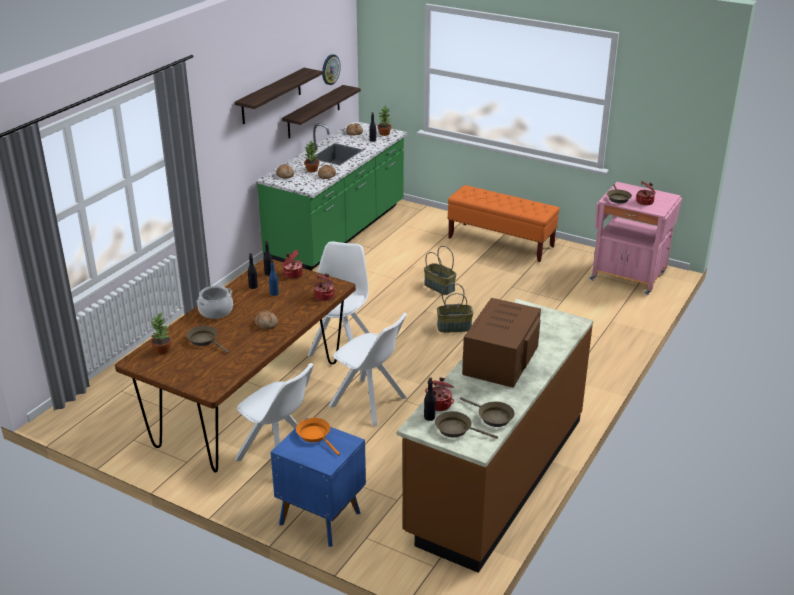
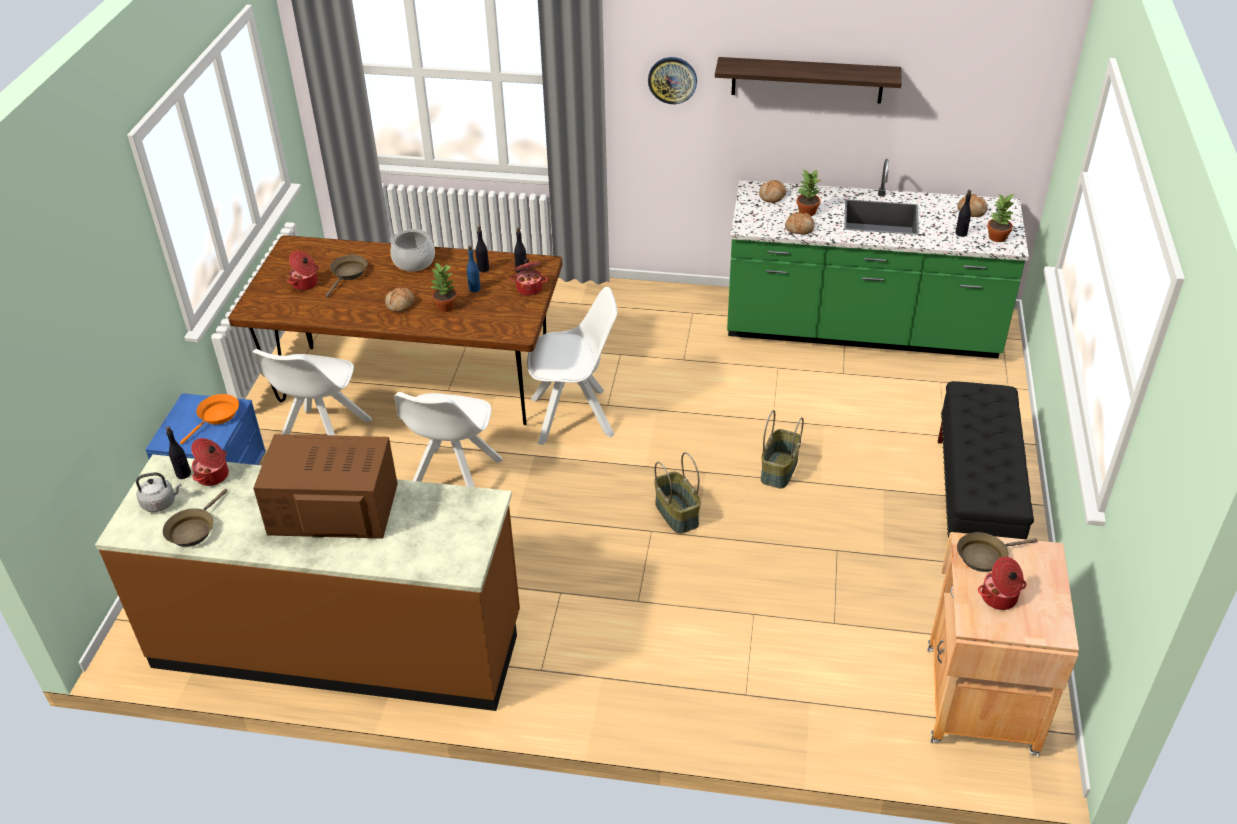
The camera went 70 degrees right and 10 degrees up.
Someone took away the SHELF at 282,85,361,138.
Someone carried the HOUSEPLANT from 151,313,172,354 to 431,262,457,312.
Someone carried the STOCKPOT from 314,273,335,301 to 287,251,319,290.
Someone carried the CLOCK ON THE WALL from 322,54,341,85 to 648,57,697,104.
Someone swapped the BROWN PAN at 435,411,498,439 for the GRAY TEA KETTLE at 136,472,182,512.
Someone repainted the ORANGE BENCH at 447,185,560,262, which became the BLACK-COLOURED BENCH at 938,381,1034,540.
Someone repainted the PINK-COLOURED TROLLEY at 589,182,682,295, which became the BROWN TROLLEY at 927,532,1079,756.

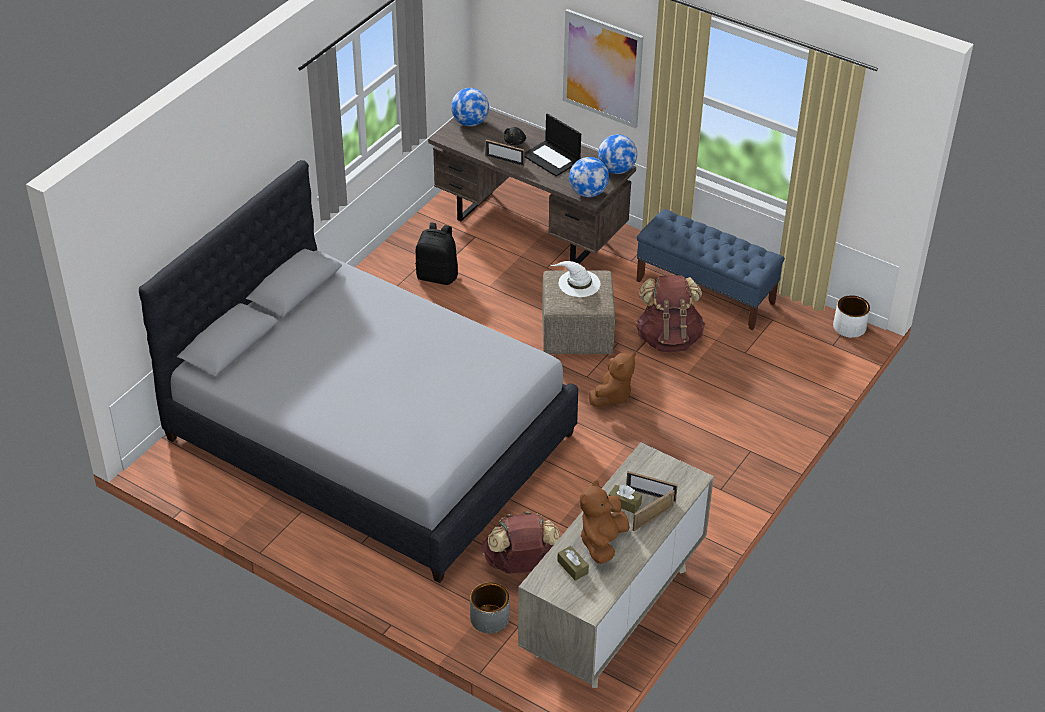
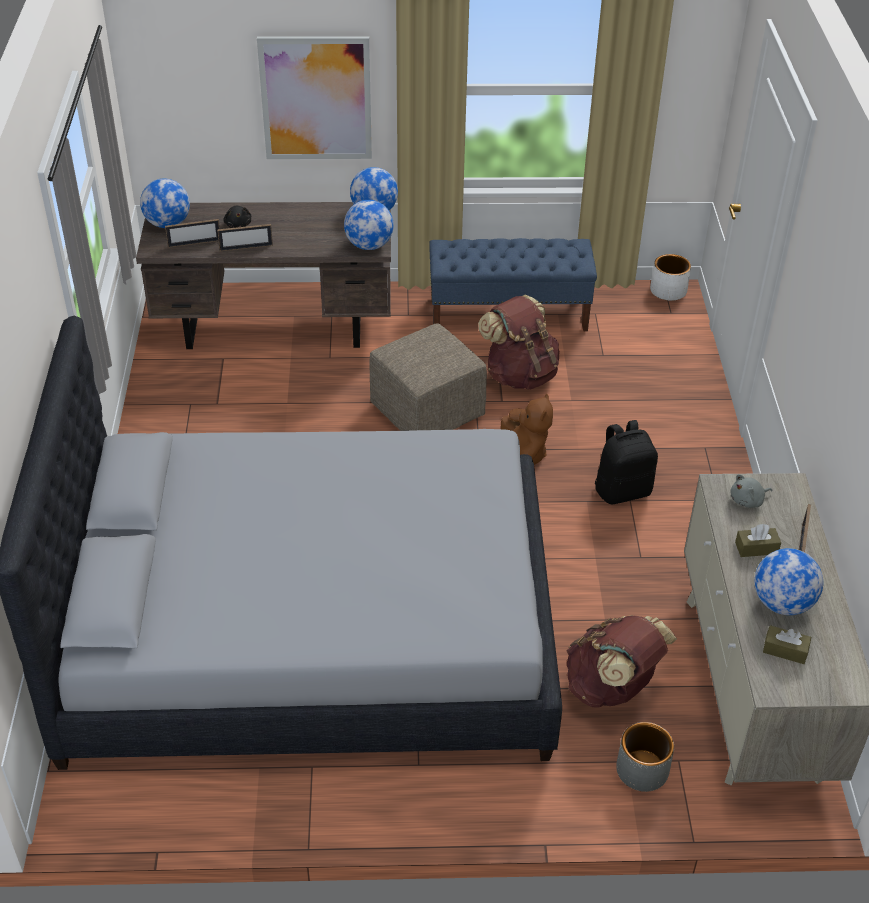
The camera went 35 degrees left and 0 degrees up.
Someone took away the LAPTOP at 524,114,581,177.
Someone took away the WHITISH WEARABLE HAT at 551,261,601,297.
Someone put down the GRAY CUDDLY TOY at 731,474,773,508.
Someone carried the BLACK-COLOURED RUCKSACK from 415,222,458,285 to 595,420,658,504.
Someone carried the STANDING FRAME from 626,471,678,502 to 165,219,220,248.
Someone swapped the BROWN CUDDLY TOY at 580,480,630,564 for the WORLD GLOBE at 755,548,823,615.

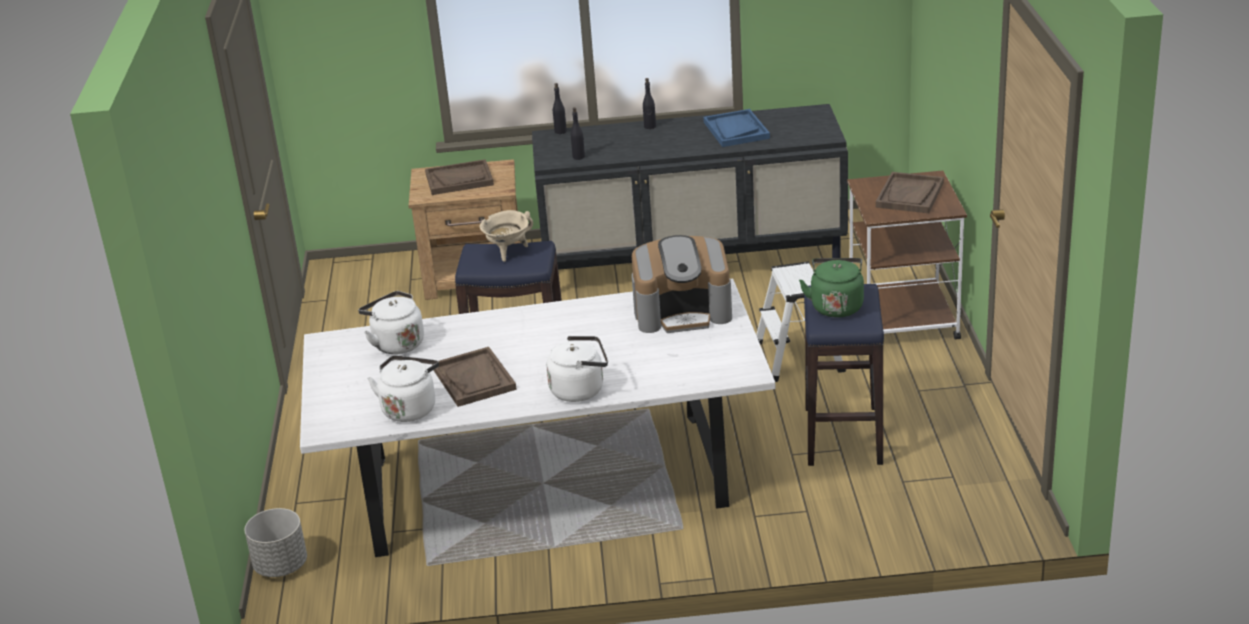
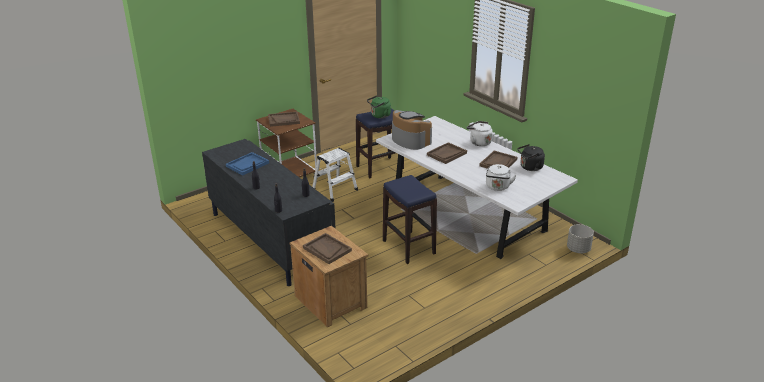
The camera went 125 degrees left and 0 degrees up.
Someone took away the SAND-COLOURED STOCKPOT at 480,210,533,262.
Someone put down the BROWN TRAY at 427,142,467,164.
Someone repainted the WHITISH TEA KETTLE at 367,355,439,422, which became the BLACK-COLOURED TEA KETTLE at 517,144,545,171.

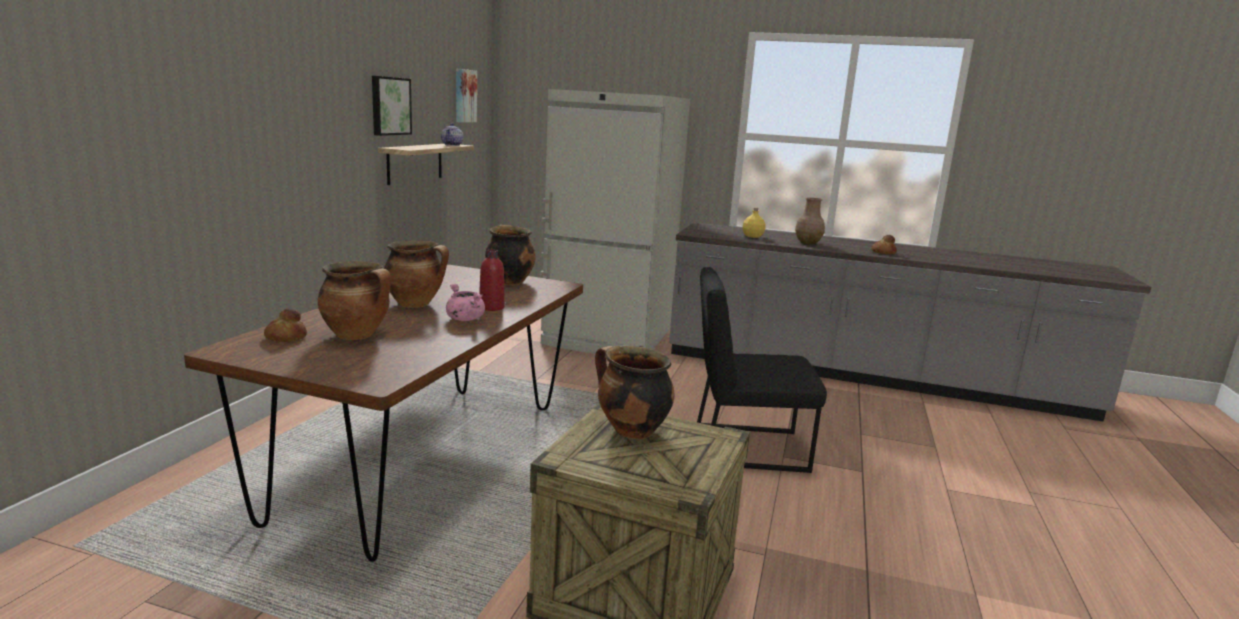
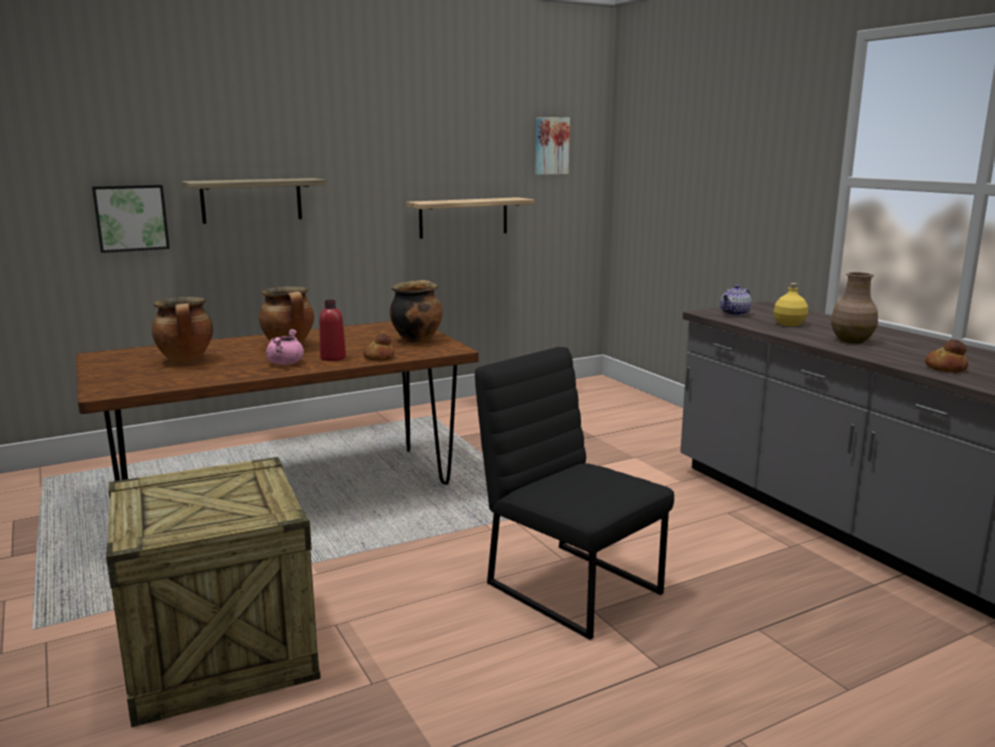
The camera went 45 degrees right and 0 degrees up.
Someone took away the WHITISH FRIDGE at 540,89,690,354.
Someone took away the STOCKPOT at 595,346,675,439.
Someone put up the SHELF at 182,178,327,224.
Someone carried the BREAD from 264,308,307,342 to 363,334,394,361.
Someone carried the WALL ART from 372,76,412,136 to 92,185,170,253.
Someone carried the TEA POT from 441,123,463,146 to 720,285,751,316.

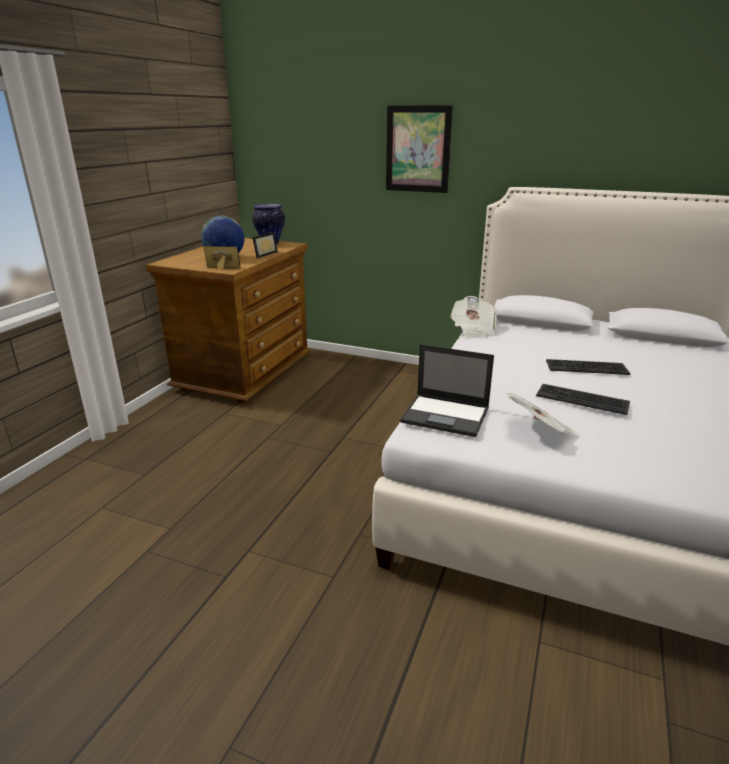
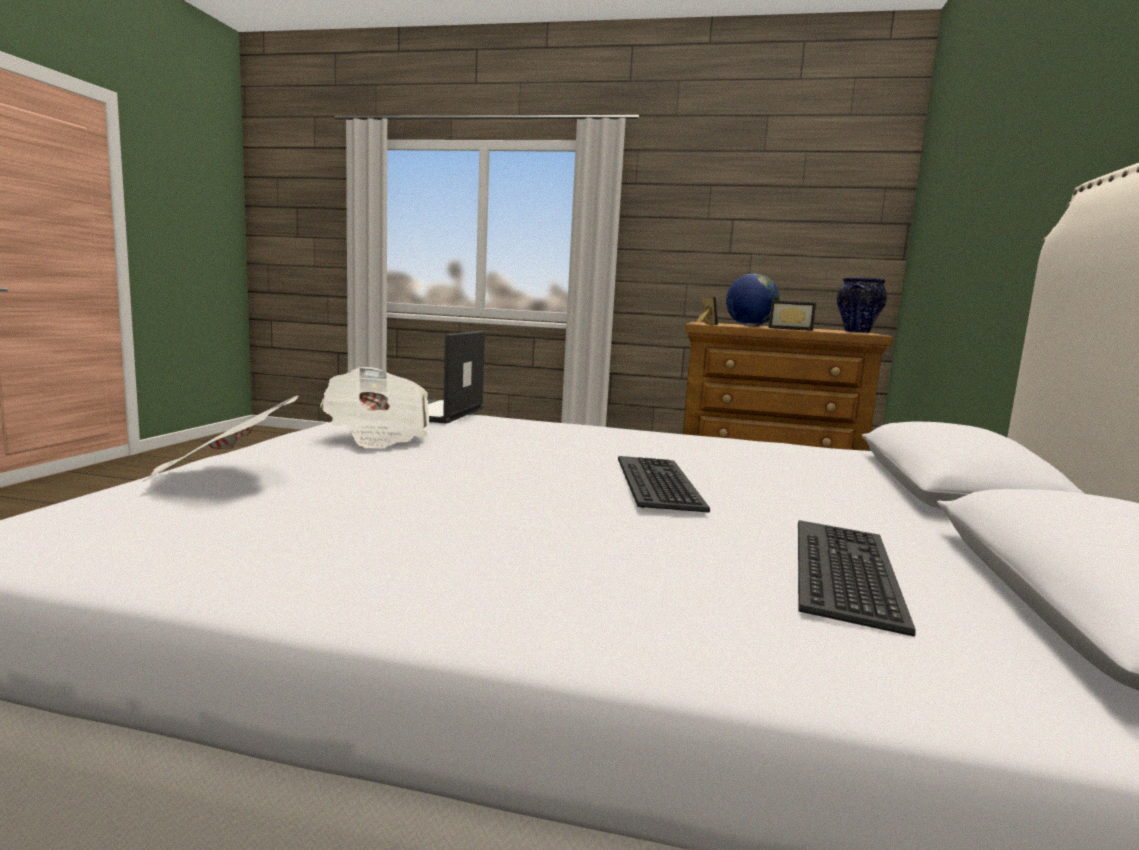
The camera went 80 degrees right and 15 degrees down.
Someone took away the WALL ART at 386,105,453,193.
Someone carried the NEWSPAPER from 450,296,497,338 to 144,396,299,481.
Someone carried the PC KEYBOARD from 536,384,630,415 to 798,520,916,637.

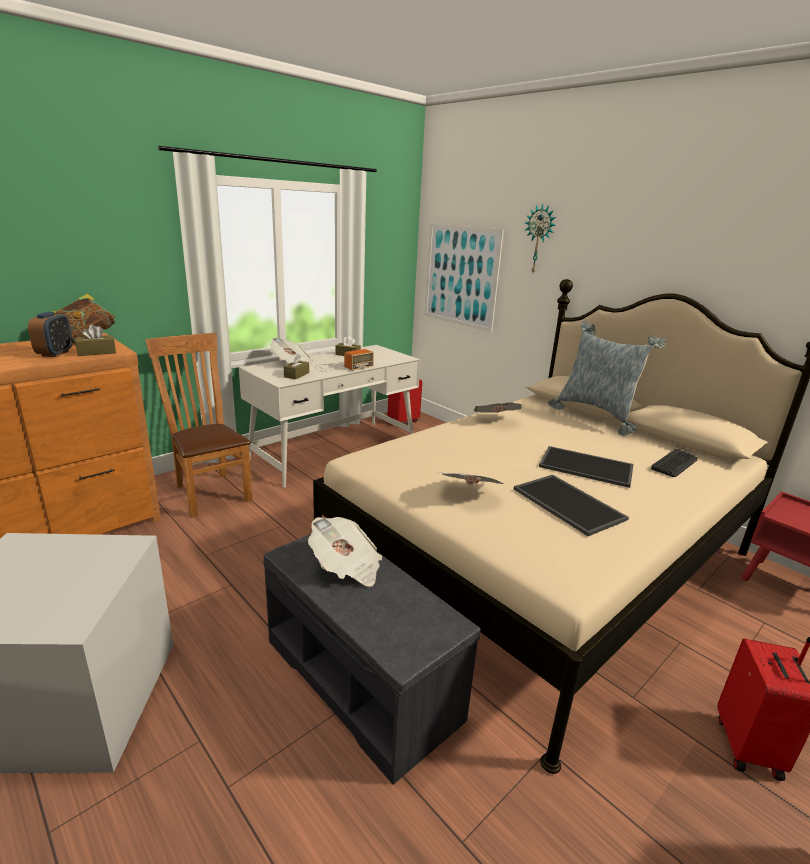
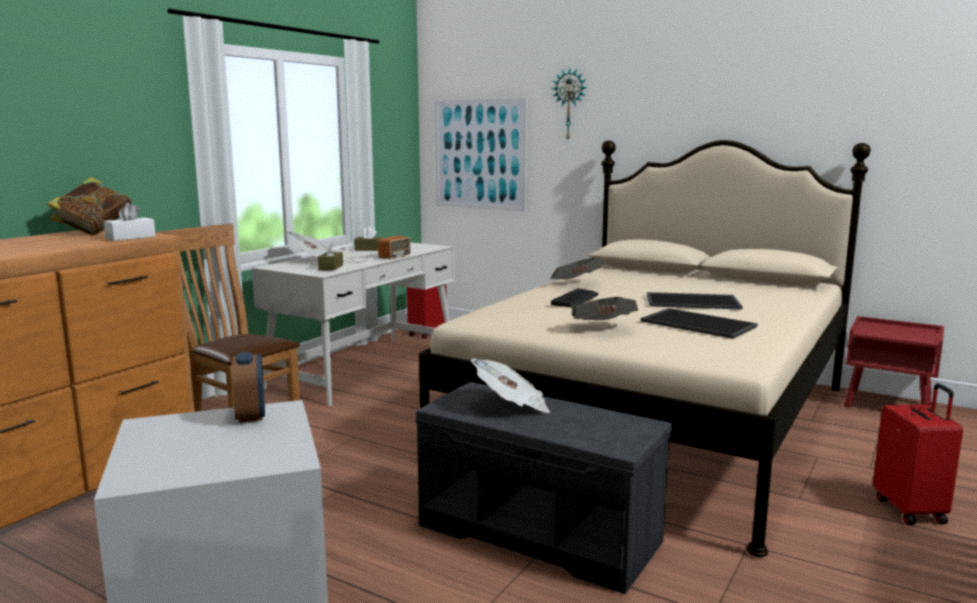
The camera went 15 degrees left and 10 degrees down.
Someone took away the PILLOW at 547,321,666,436.
Someone carried the TABLE CLOCK from 28,312,73,357 to 232,352,265,423.
Someone carried the PC KEYBOARD from 651,449,698,477 to 551,288,599,307.
Someone repainted the BROWN TISSUE BOX at 75,324,116,356, which became the WHITISH TISSUE BOX at 104,203,156,241.

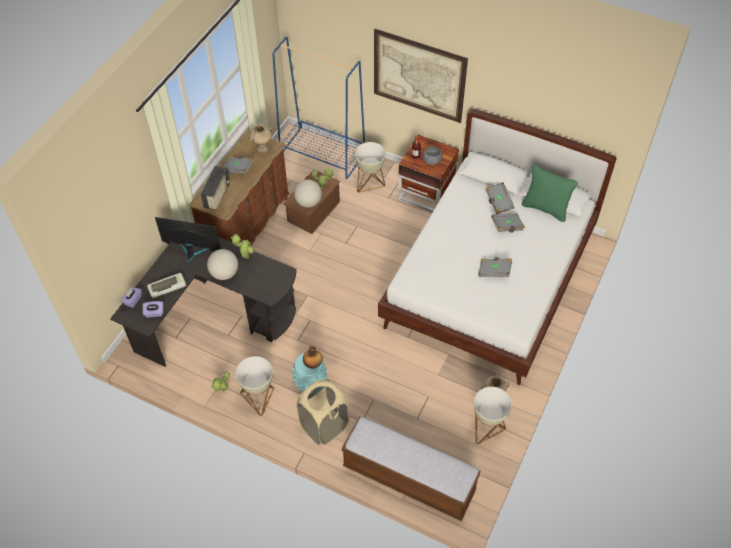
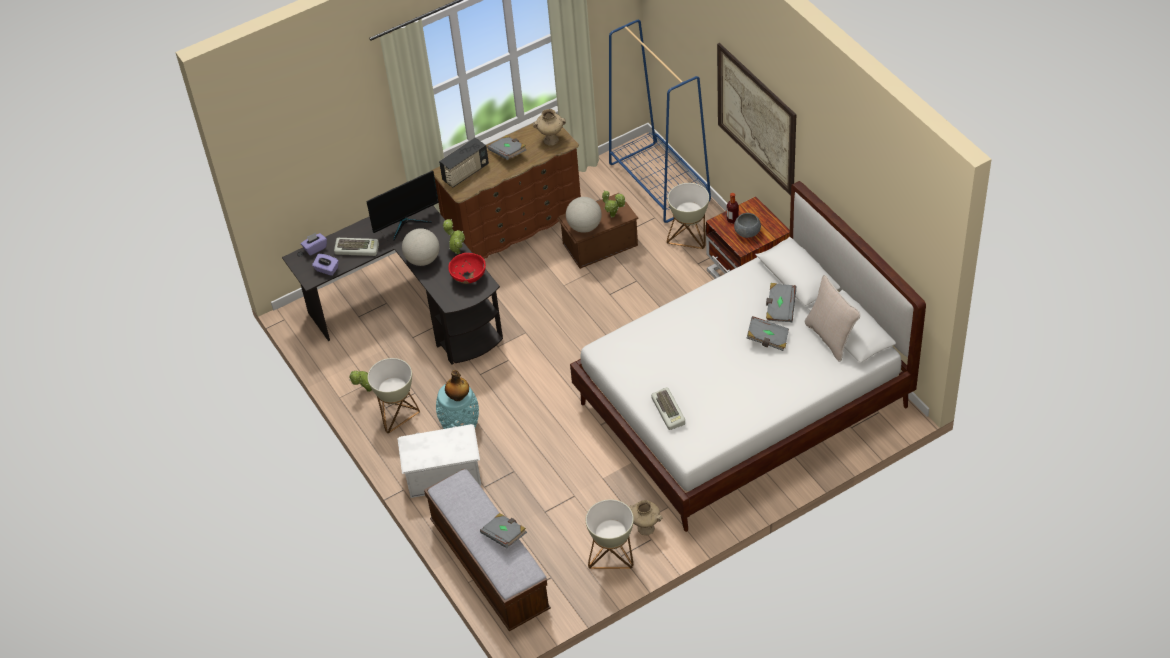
The camera went 35 degrees right and 5 degrees down.
Someone put down the RED-COLOURED DEEP DISH at 448,253,486,284.
Someone put down the PC KEYBOARD at 651,387,685,430.
Someone carried the GRAY BOUND BOOK from 478,257,512,277 to 480,513,527,548.
Someone swapped the SAND-COLOURED LAUNDRY BASKET at 296,380,349,445 for the WHITISH STORAGE BIN at 397,424,482,498.
Someone repainted the GREEN PILLOW at 522,165,578,222, which became the SAND-COLOURED PILLOW at 805,275,860,362.
Someone rotated the COMPUTER SCREEN at 155,217,221,263 by 105 degrees clockwise.

